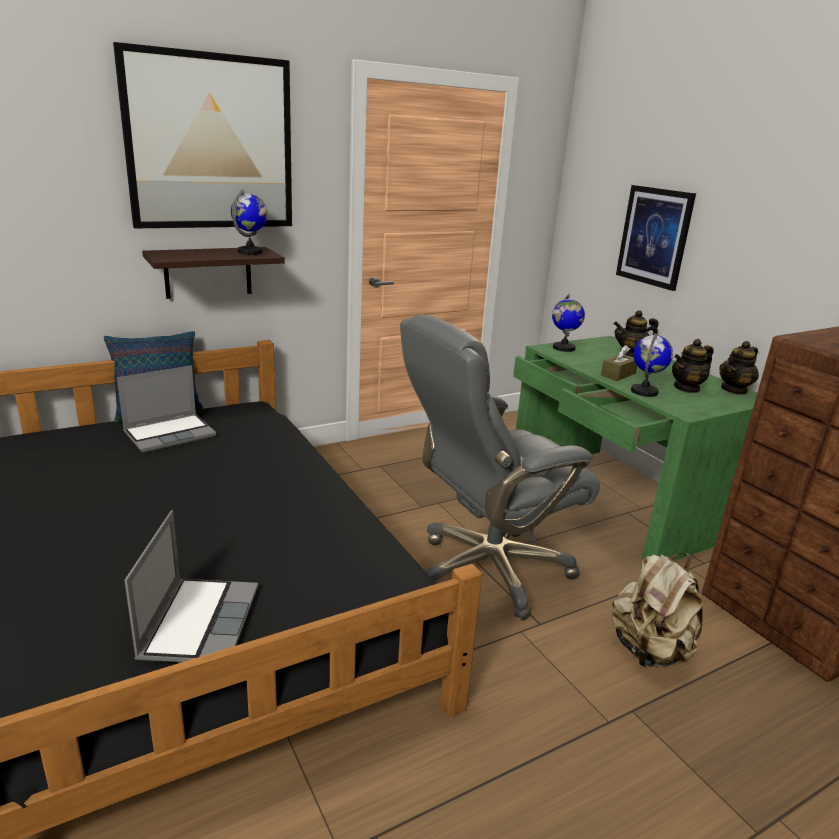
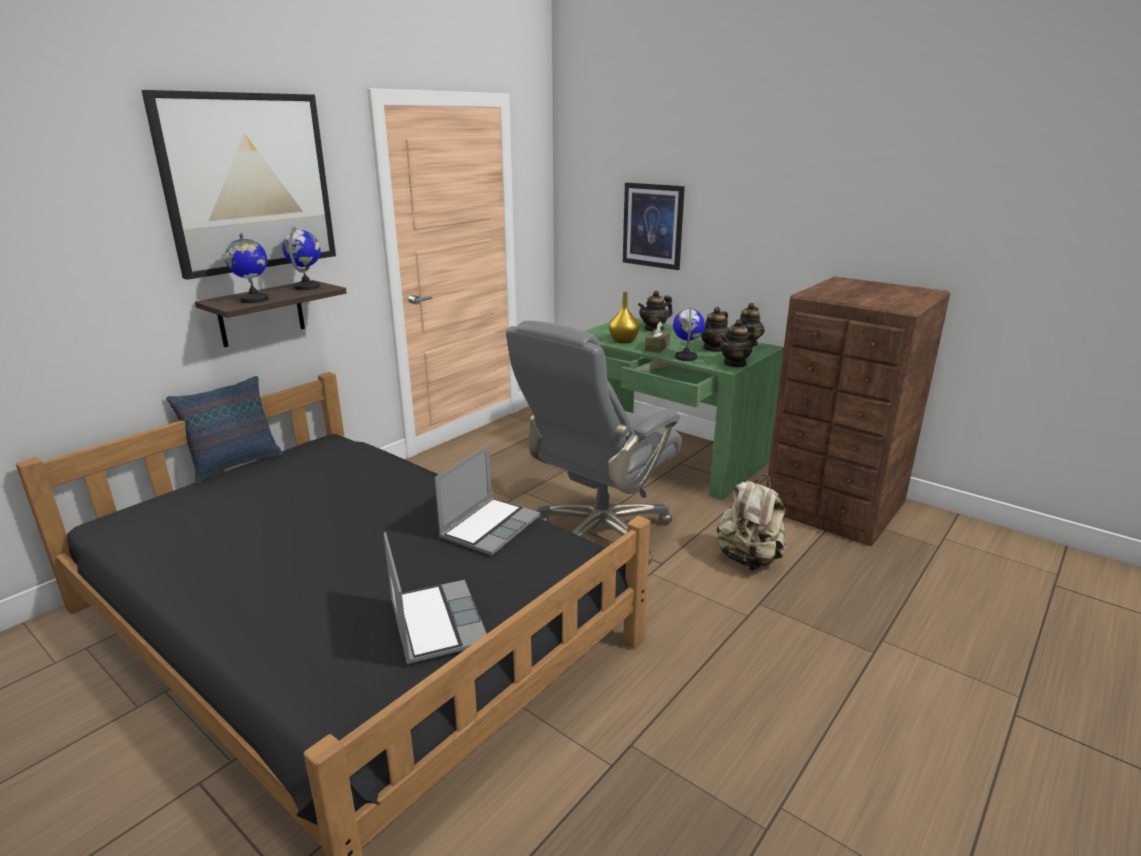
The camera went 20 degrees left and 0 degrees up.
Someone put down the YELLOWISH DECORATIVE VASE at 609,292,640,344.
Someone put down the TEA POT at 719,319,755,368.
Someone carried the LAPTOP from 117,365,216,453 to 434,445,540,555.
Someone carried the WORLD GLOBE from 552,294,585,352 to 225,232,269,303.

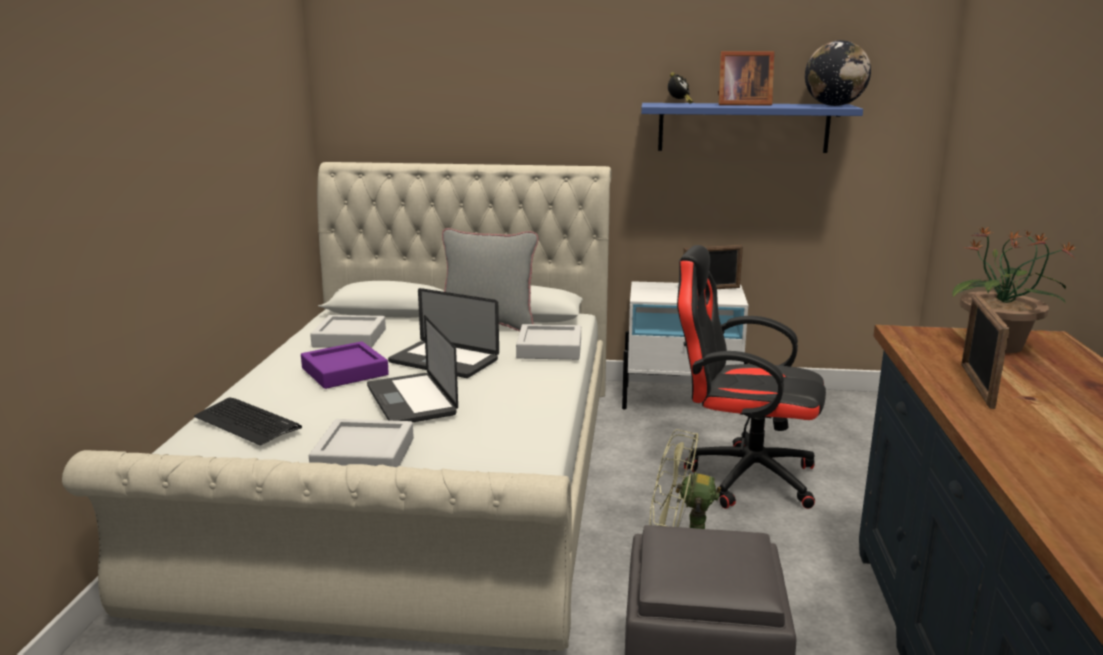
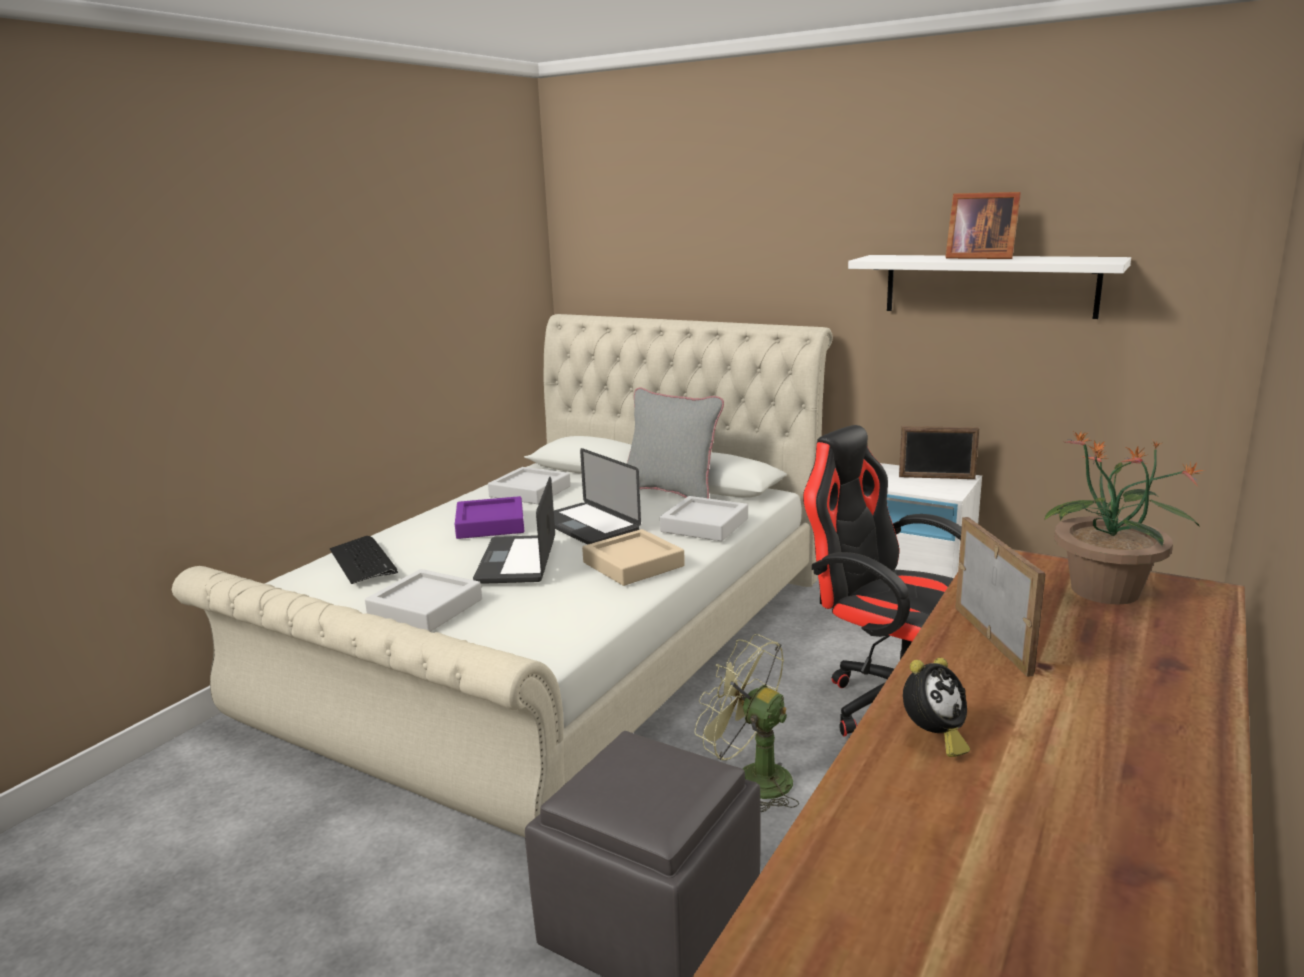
The camera went 25 degrees right and 0 degrees up.
Someone took away the WORLD GLOBE at 805,40,871,106.
Someone put down the SAND-COLOURED TRAY at 582,529,685,586.
Someone carried the TABLE CLOCK from 668,72,693,104 to 903,658,970,757.
Someone repainted the BLUE-COLOURED SHELF at 641,103,863,153, which became the WHITISH SHELF at 848,255,1131,319.
Someone rotated the STANDING FRAME at 961,294,1010,409 by 135 degrees clockwise.

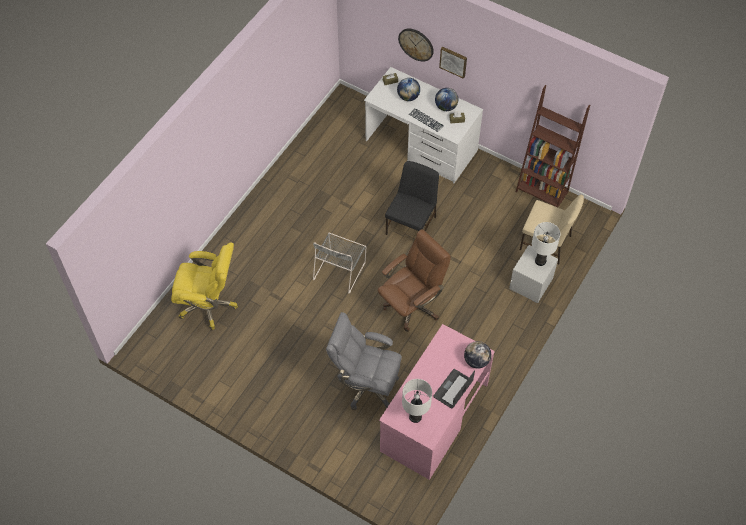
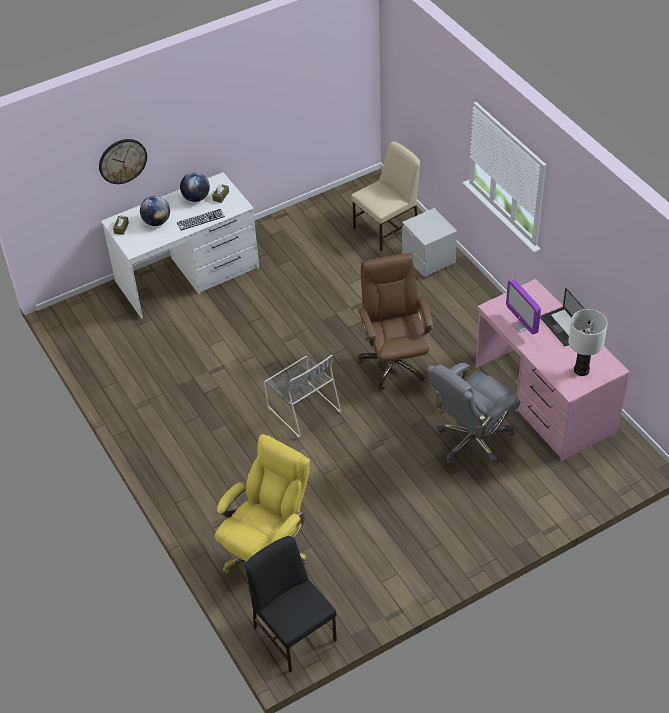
The camera went 60 degrees left and 10 degrees down.
Someone took away the WALL ART at 439,47,467,79.
Someone took away the WORLD GLOBE at 464,341,491,369.
Someone took away the BROWN BOOKCASE at 516,85,590,207.
Someone took away the WHITISH TABLETOP LAMP at 532,222,560,266.
Someone put down the COMPUTER SCREEN at 506,279,541,334.
Someone carried the BLACK-COLOURED UPRIGHT CHAIR from 385,161,439,235 to 245,536,337,672.

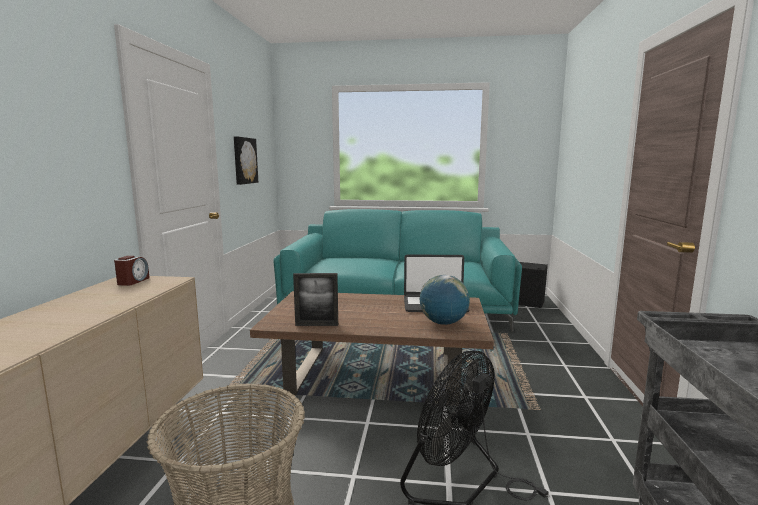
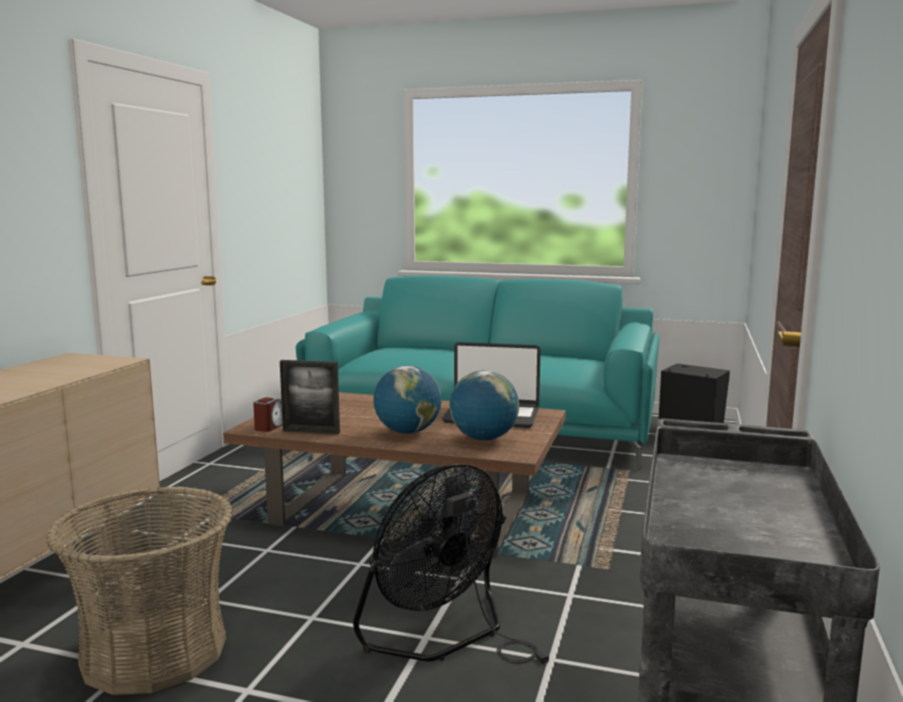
The camera went 10 degrees right and 0 degrees up.
Someone took away the WALL ART at 234,136,258,185.
Someone put down the WORLD GLOBE at 373,366,441,434.
Someone carried the TABLE CLOCK from 114,256,150,286 to 253,397,283,432.

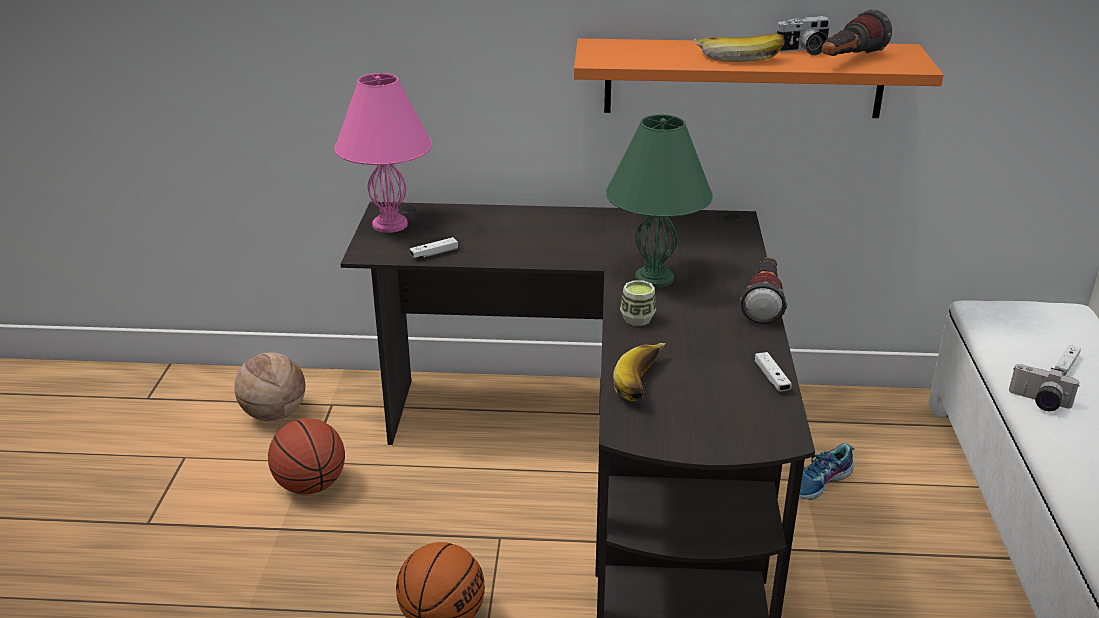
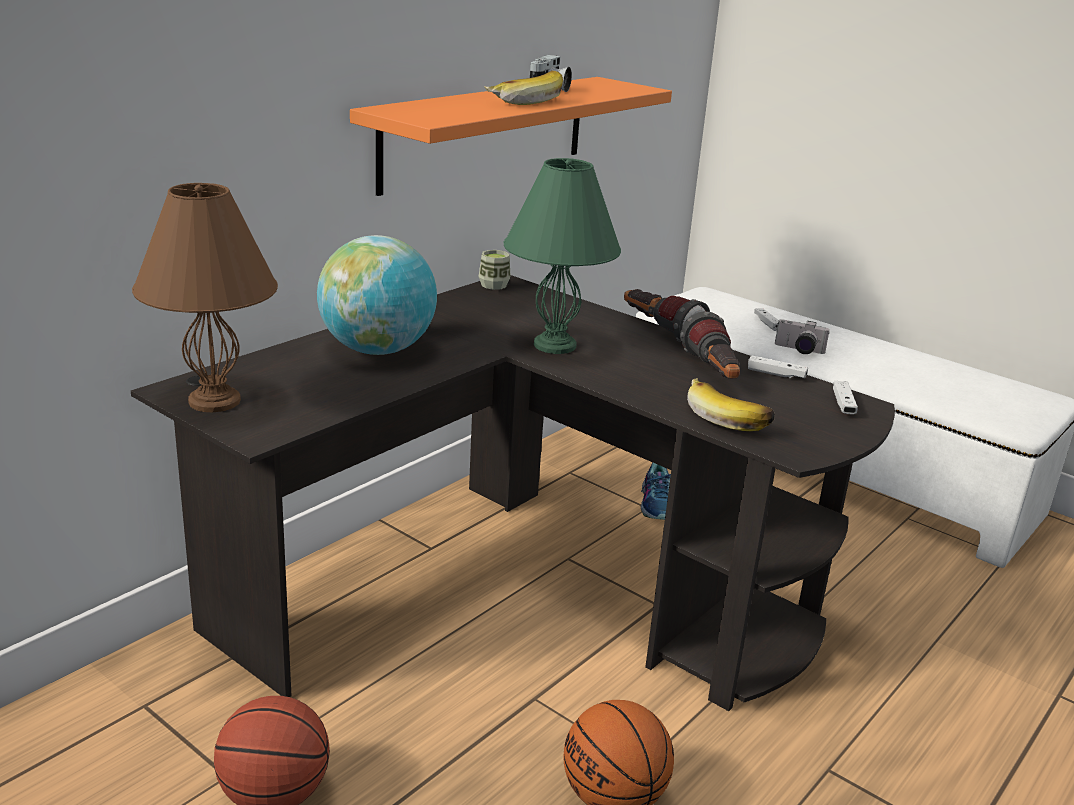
The camera went 55 degrees left and 5 degrees down.
Someone took away the BASKETBALL BALL at 234,352,305,421.
Someone put down the WORLD GLOBE at 317,235,437,355.
Someone carried the WHITISH GAME CONTROLLER from 410,237,458,258 to 833,381,858,414.
Someone carried the DRINKING CUP from 620,280,656,326 to 479,250,511,290.
Someone carried the FLASHLIGHT from 822,10,892,56 to 680,311,740,378.
Someone repainted the PINK-COLOURED TABLETOP LAMP at 334,73,432,233, which became the BROWN TABLETOP LAMP at 132,183,278,412.
Someone rotated the PHOTO CAMERA at 1009,364,1080,411 by 45 degrees clockwise.

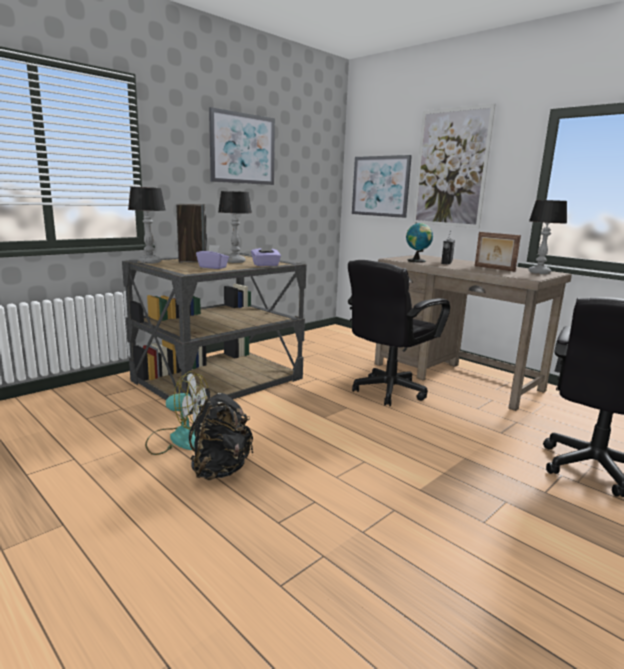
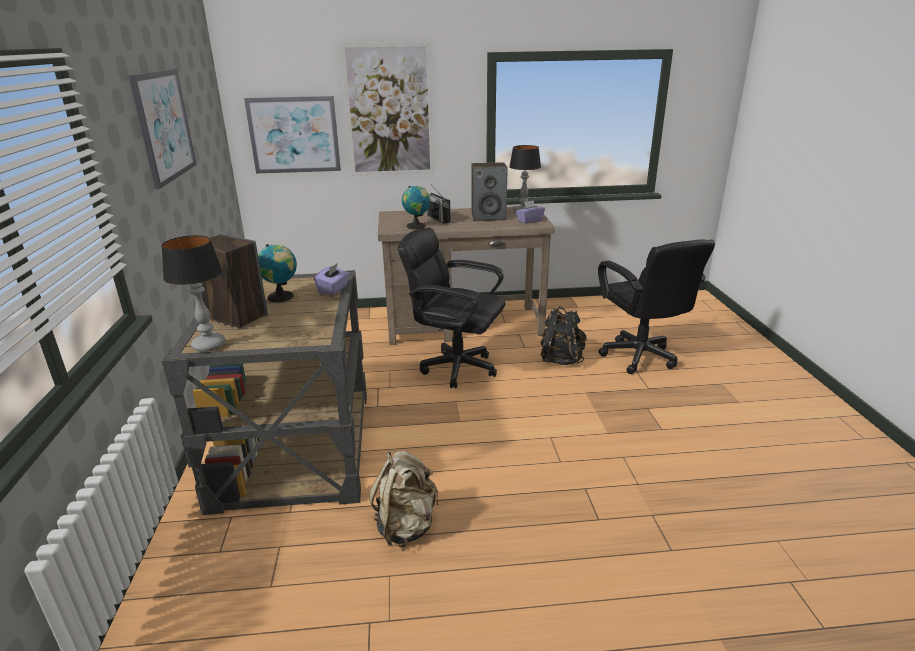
The camera went 50 degrees left and 10 degrees up.
Someone carried the BLACK-COLOURED RUCKSACK from 189,388,253,480 to 540,307,586,365.
Someone carried the PURPLE-COLOURED TISSUE BOX from 196,245,229,269 to 516,200,545,224.
Someone swapped the FAN at 145,371,208,455 for the SAND-COLOURED RUCKSACK at 369,451,438,548.
Someone swapped the TABLETOP LAMP at 218,191,252,263 for the WORLD GLOBE at 258,244,297,302.
Someone swapped the STANDING FRAME at 475,232,521,272 for the LOUDSPEAKER at 471,162,508,221.
Someone rotated the BLACK-COLOURED COMPUTER CHAIR at 348,260,450,406 by 120 degrees clockwise.

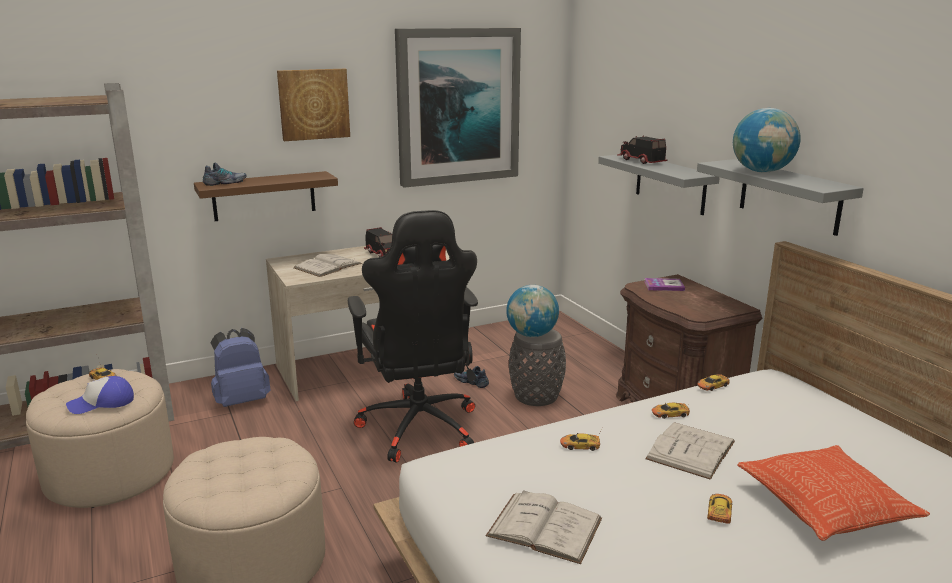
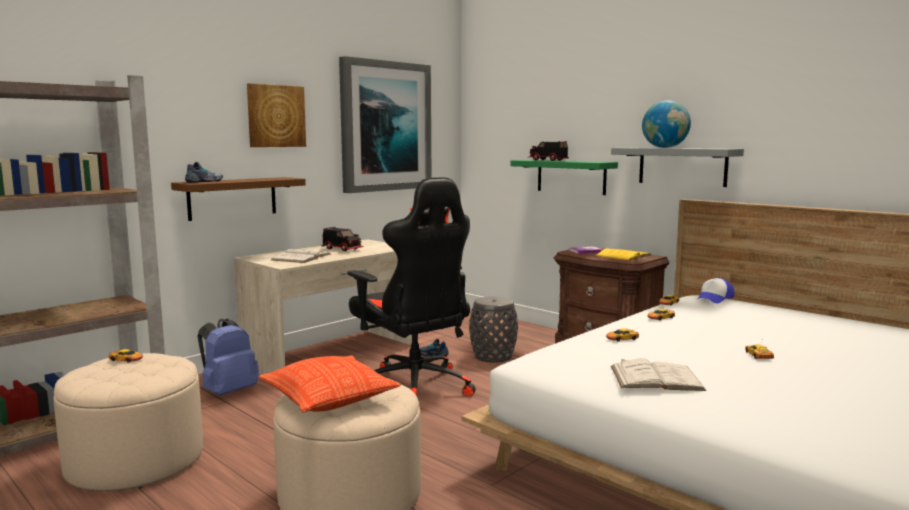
The camera went 20 degrees left and 10 degrees down.
Someone took away the WORLD GLOBE at 506,285,559,337.
Someone took away the WHITISH BOUND BOOK at 645,422,735,480.
Someone put down the YELLOWISH BOUND BOOK at 596,248,651,261.
Someone carried the PEAKED CAP from 66,376,134,414 to 696,278,734,304.
Someone carried the ORANGE PILLOW from 737,445,930,541 to 259,355,401,412.
Someone repainted the GRAY SHELF at 598,155,720,215, which became the GREEN SHELF at 510,160,618,195.

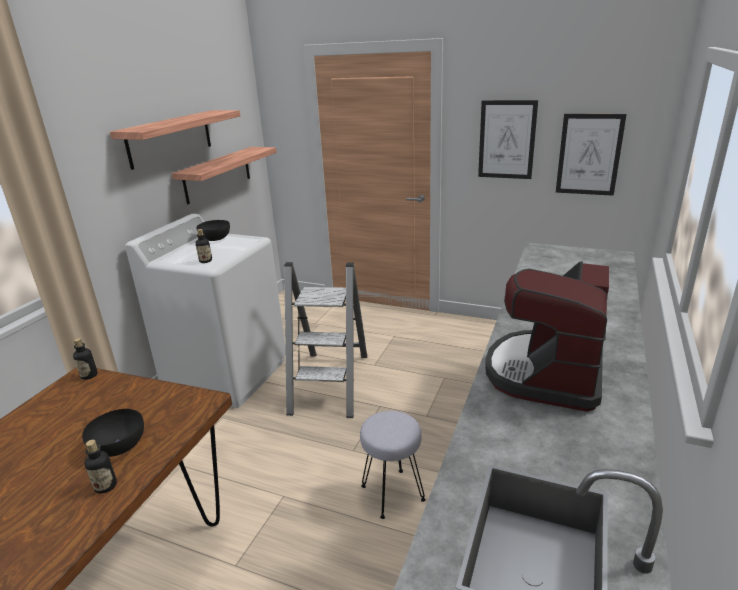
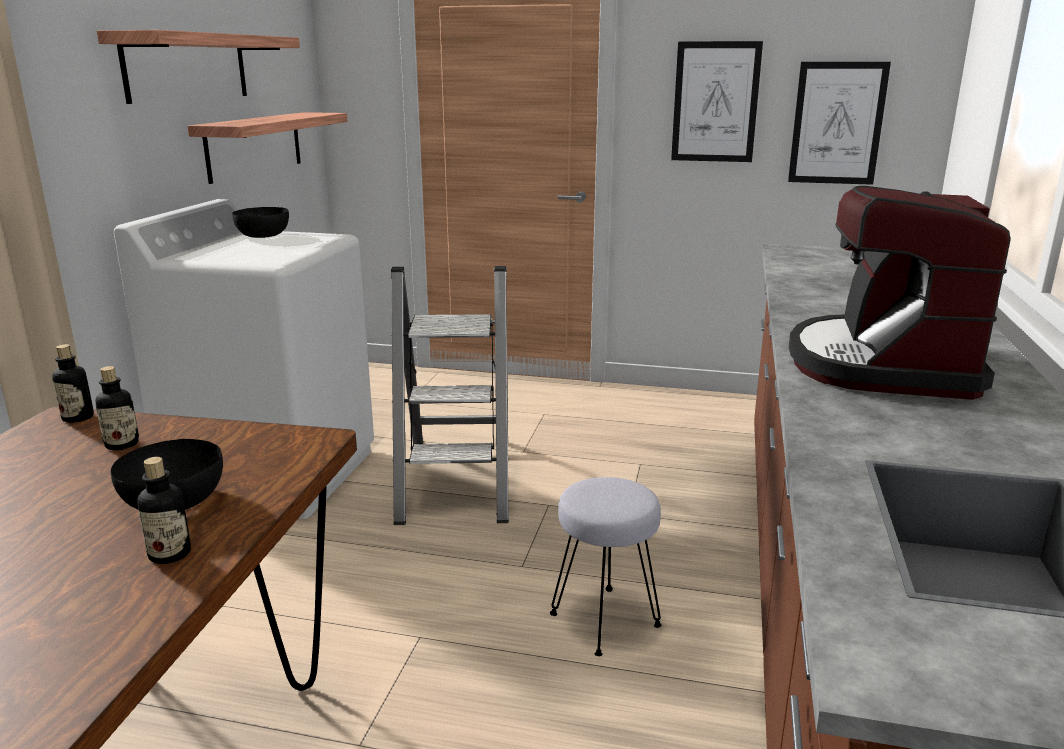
The camera went 10 degrees left and 5 degrees down.
Someone carried the BOTTLE from 196,229,212,263 to 96,366,139,450.

